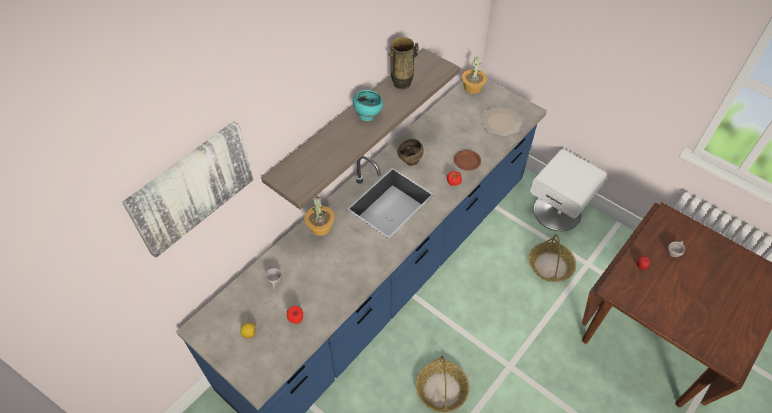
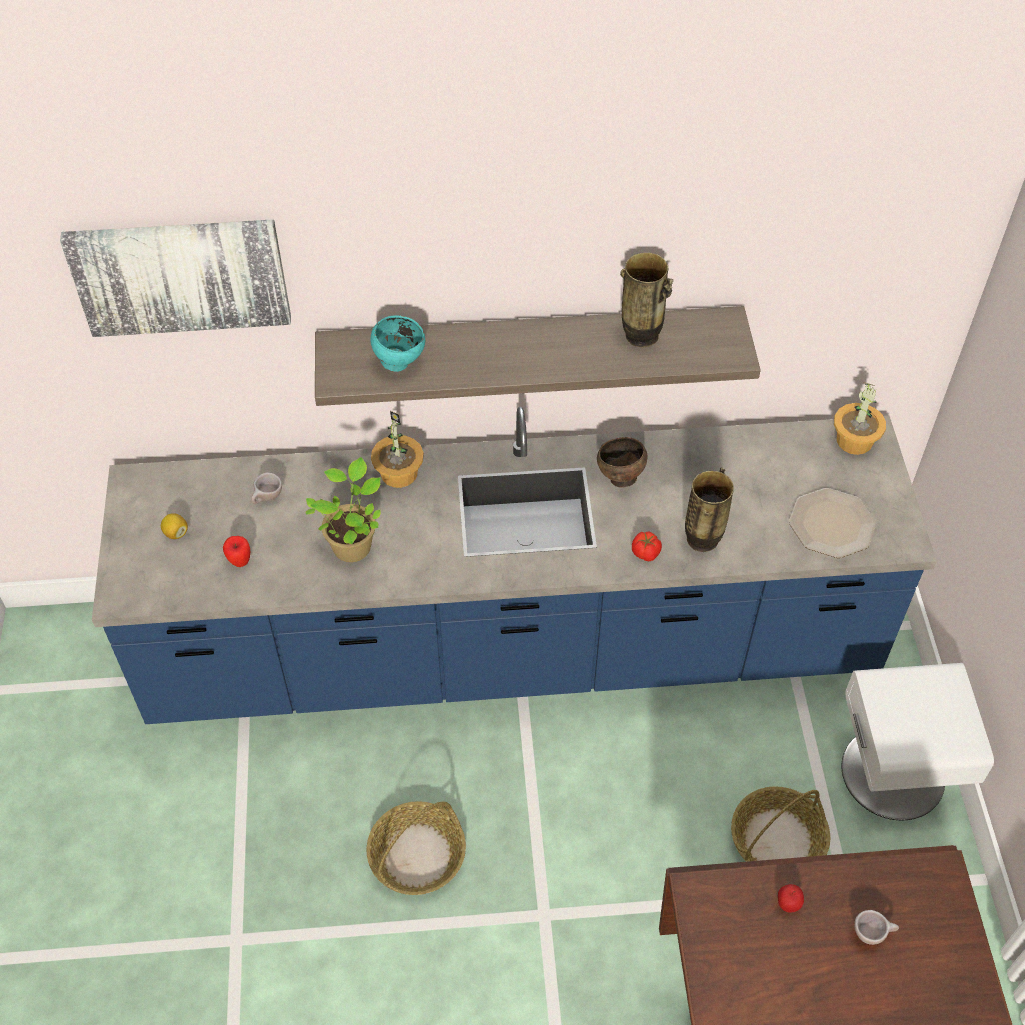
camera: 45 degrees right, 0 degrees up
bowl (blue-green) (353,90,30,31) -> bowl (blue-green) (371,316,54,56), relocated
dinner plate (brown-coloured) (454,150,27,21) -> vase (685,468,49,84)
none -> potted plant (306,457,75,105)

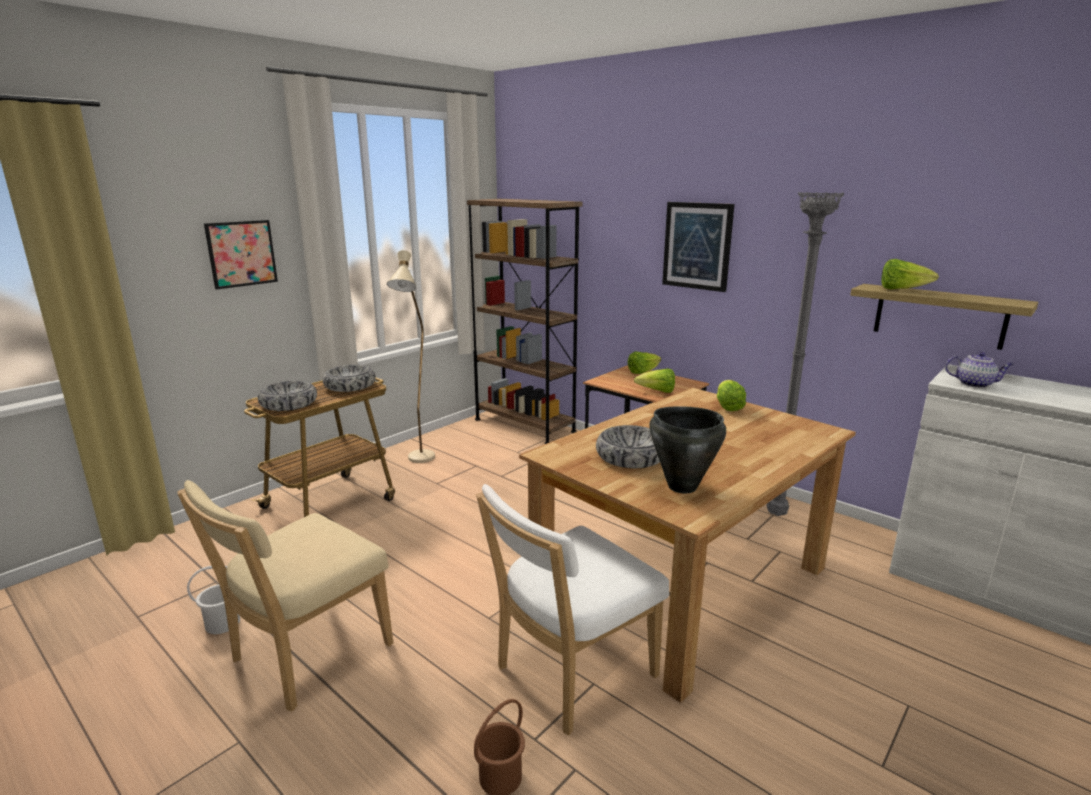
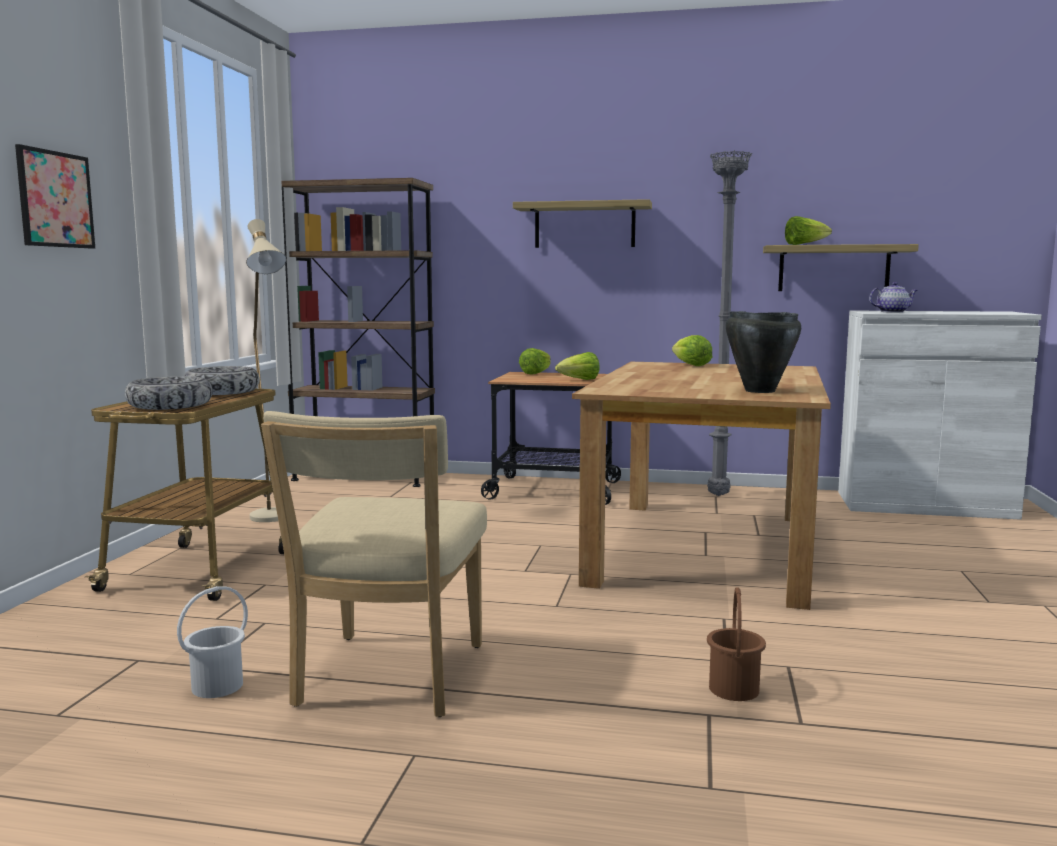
camera: 30 degrees left, 10 degrees down
upright chair (white-coloured) (476,484,193,251) -> none
bowl (596,425,64,43) -> none
wall picture (662,202,73,90) -> shelf (513,199,139,49)

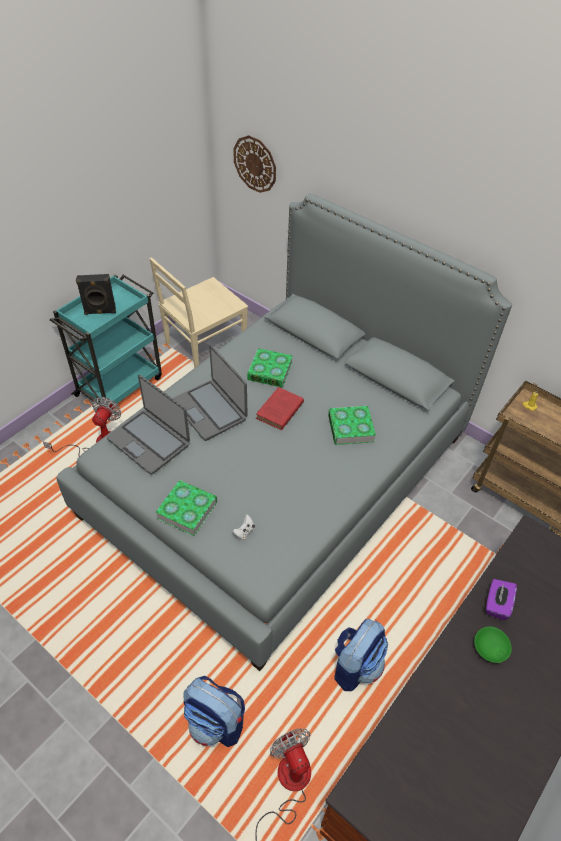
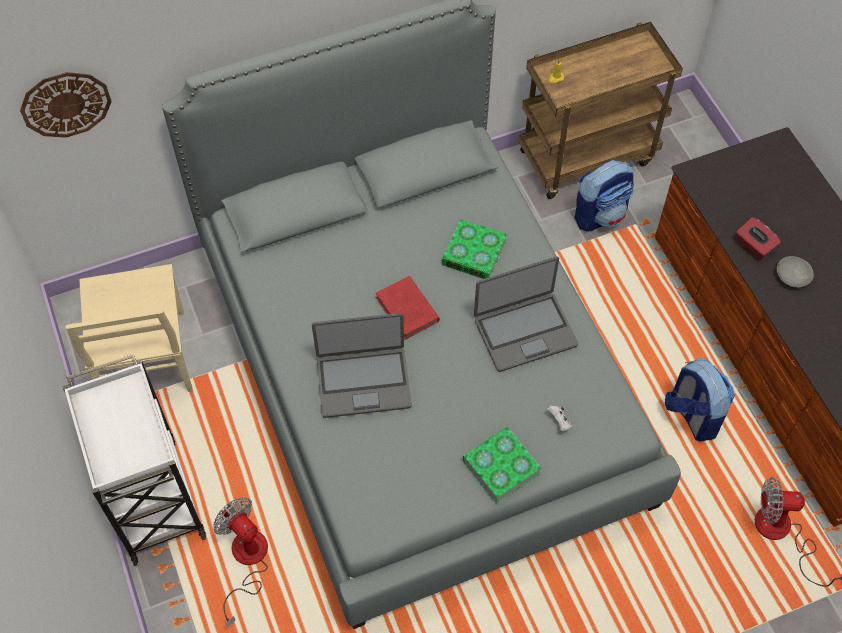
camera: 60 degrees left, 10 degrees up
trolley (blue-green) (50,274,112,132) -> trolley (white-coloured) (62,354,144,212)
audio speaker (blackish) (76,274,40,41) -> none
portable computer (107,375,83,100) -> portable computer (474,257,104,115), relocated
knapsack (184,676,61,71) -> knapsack (574,160,60,72), relocated
bound book (247,348,46,40) -> none
bowl (green-coloured) (474,626,38,37) -> bowl (gray) (777,256,37,32)
tissue box (purple-coloured) (486,579,31,41) -> tissue box (red) (736,217,45,43)

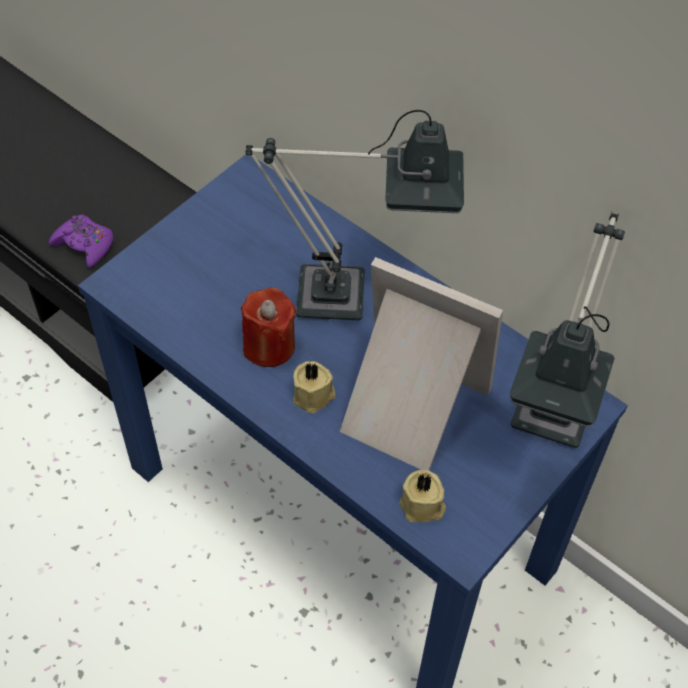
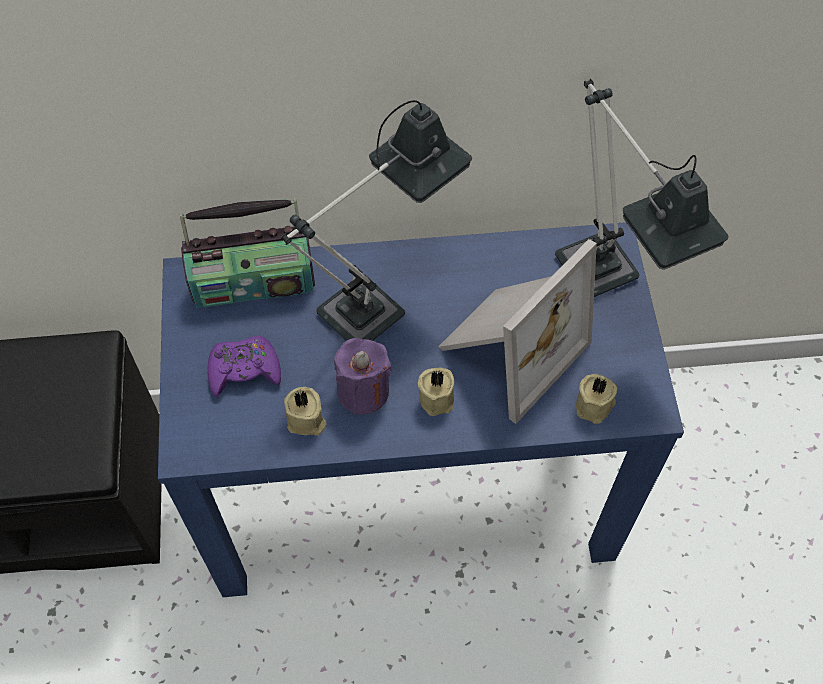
camera: 45 degrees left, 5 degrees up
gamepad (purple-coloured) (49,214,64,54) -> gamepad (purple-coloured) (208,335,73,62), relocated
wax light (red) (241,287,55,80) -> wax light (purple-coloured) (334,338,58,77)
photo frame (340,257,163,213) -> photo frame (438,239,159,185), 150 degrees clockwise
none -> radio (180,198,135,110)
none -> wax light (beige-coloured) (284,387,43,49)

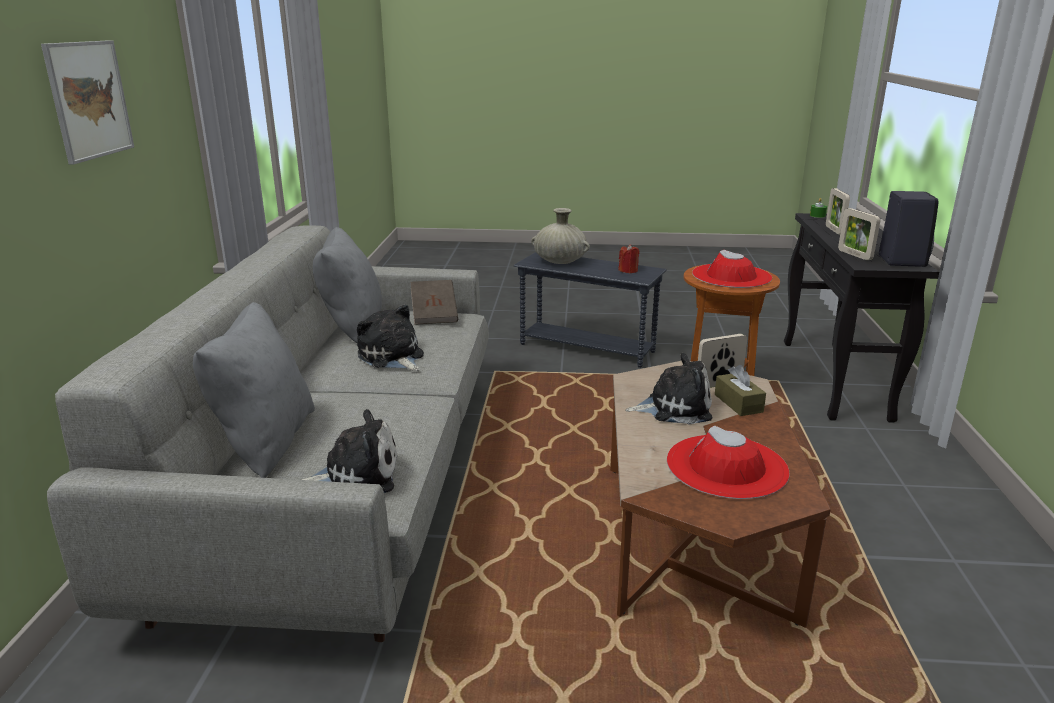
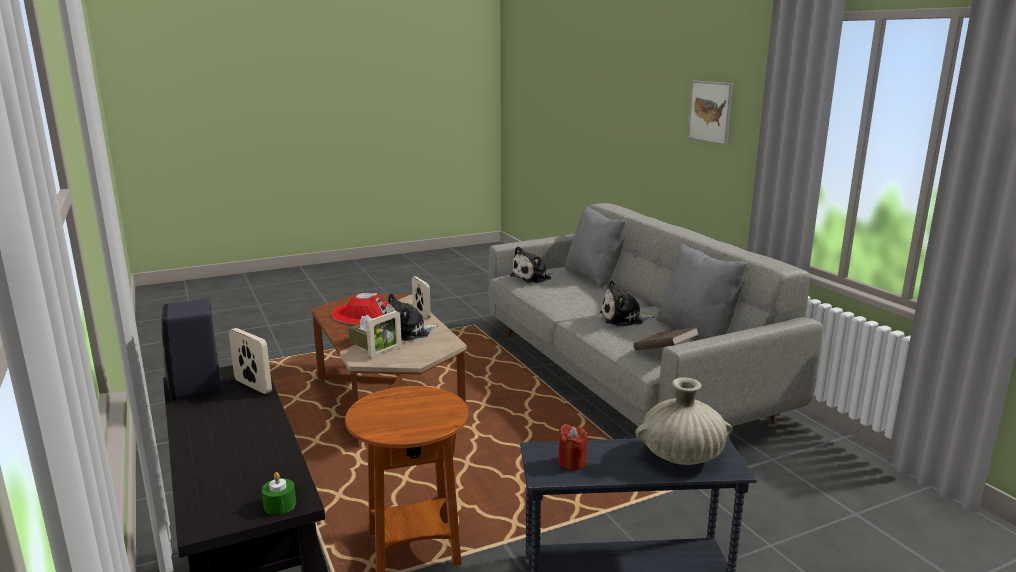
camera: 150 degrees right, 5 degrees down
soft toy (357,305,67,66) -> soft toy (600,280,55,46), 150 degrees clockwise
hat (red) (692,250,80,38) -> none
photo frame (826,188,24,47) -> photo frame (412,276,19,42), relocated

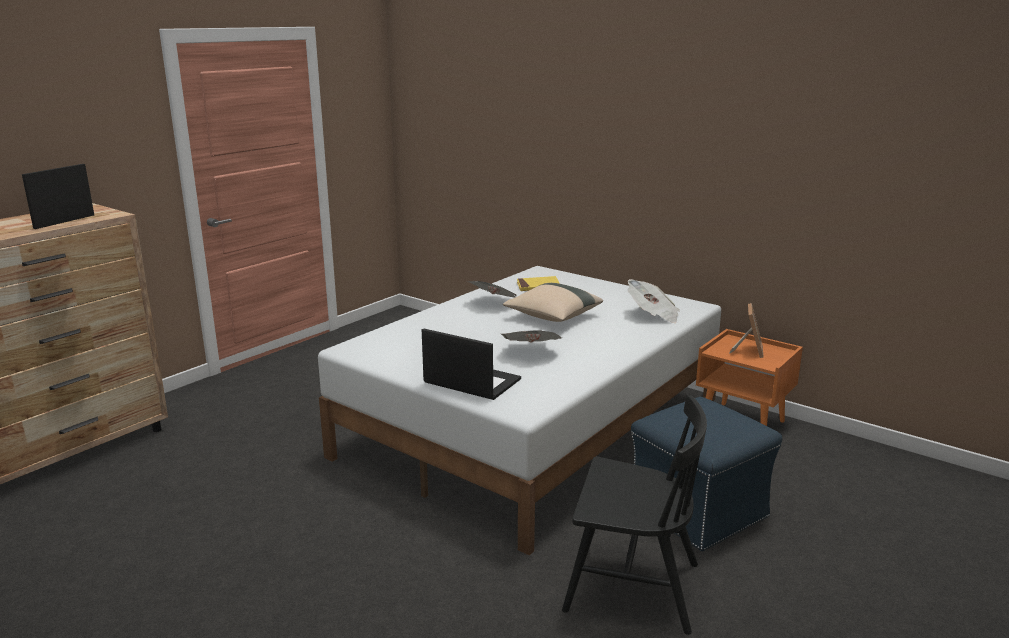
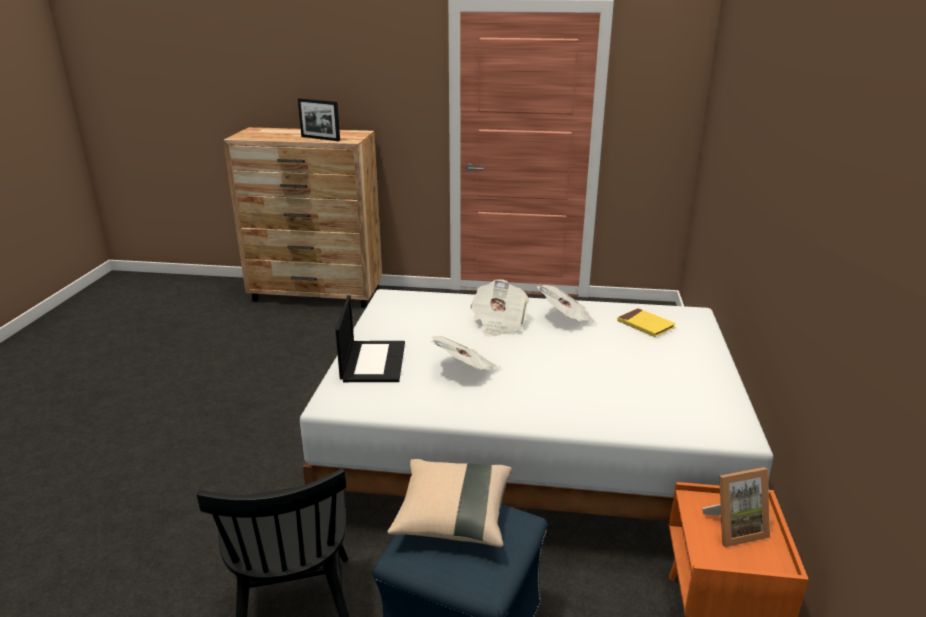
camera: 60 degrees right, 5 degrees up
photo frame (22,164,72,65) -> photo frame (298,98,42,43), 150 degrees counterclockwise
cushion (beige-coloured) (503,283,100,39) -> cushion (beige-coloured) (387,459,125,88), relocated
newspaper (628,279,52,44) -> newspaper (470,279,59,58), relocated

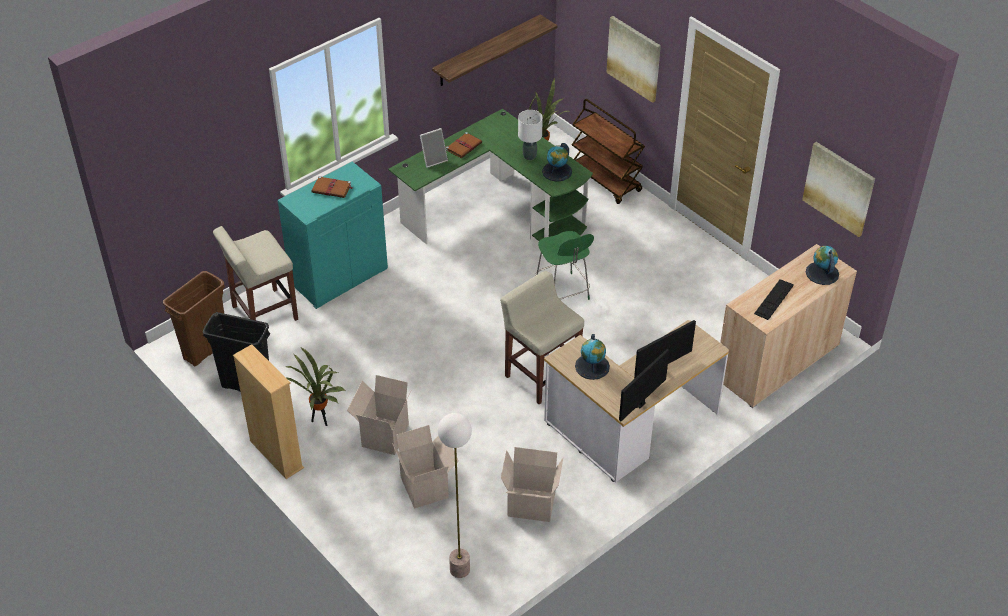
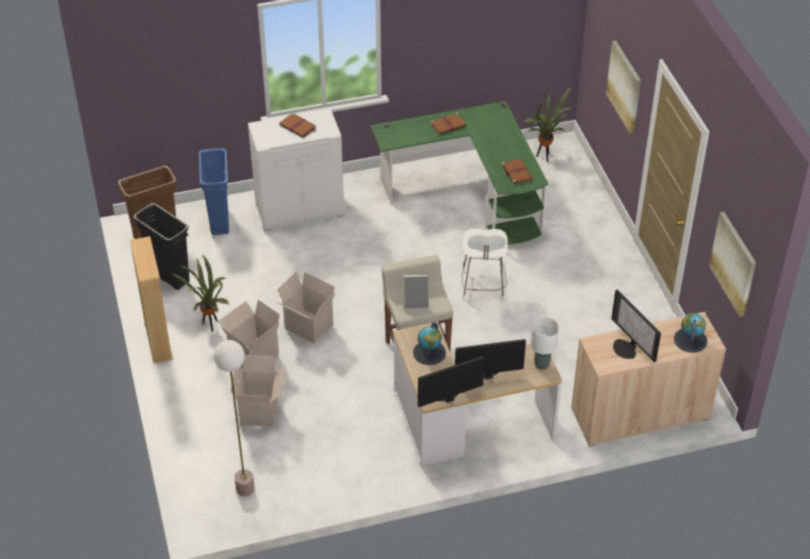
camera: 25 degrees right, 0 degrees up
stool (beige-coloured) (213,226,85,95) -> waste bin (bluish) (199,148,30,87)
cabinet (blue-green) (278,162,110,147) -> cabinet (white-coloured) (248,108,96,123)
photo frame (420,128,28,40) -> photo frame (403,275,26,35), relocated
shelf (432,14,125,72) -> none
packing box (501,447,62,75) -> packing box (276,272,60,72), relocated
tabletop lamp (white-coloured) (518,110,25,50) -> tabletop lamp (white-coloured) (530,317,29,53), relocated
upright chair (green-coloured) (536,231,58,69) -> upright chair (white-coloured) (461,229,47,71)
world globe (542,143,30,39) -> bound book (brown-coloured) (501,159,32,26)
trolley (brown-coloured) (572,99,73,105) -> none
computer keyboard (754,279,40,41) -> computer display (611,289,50,73)

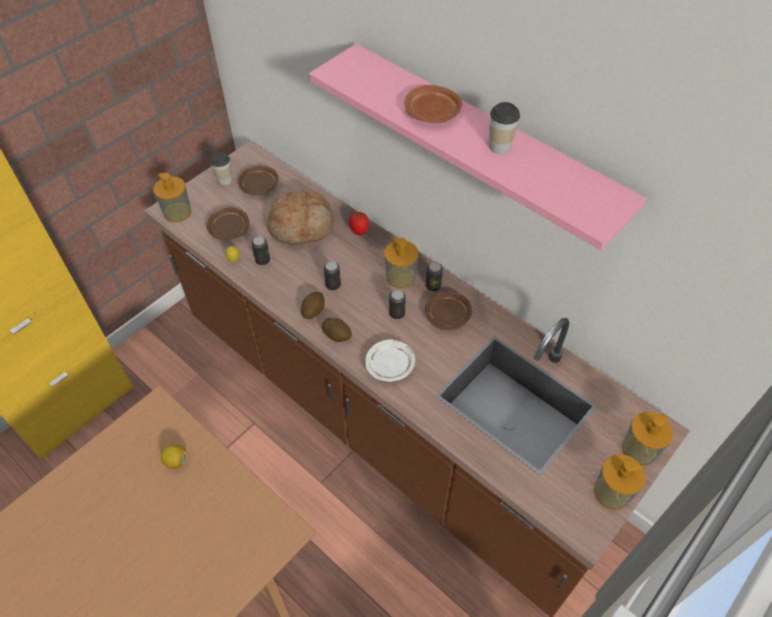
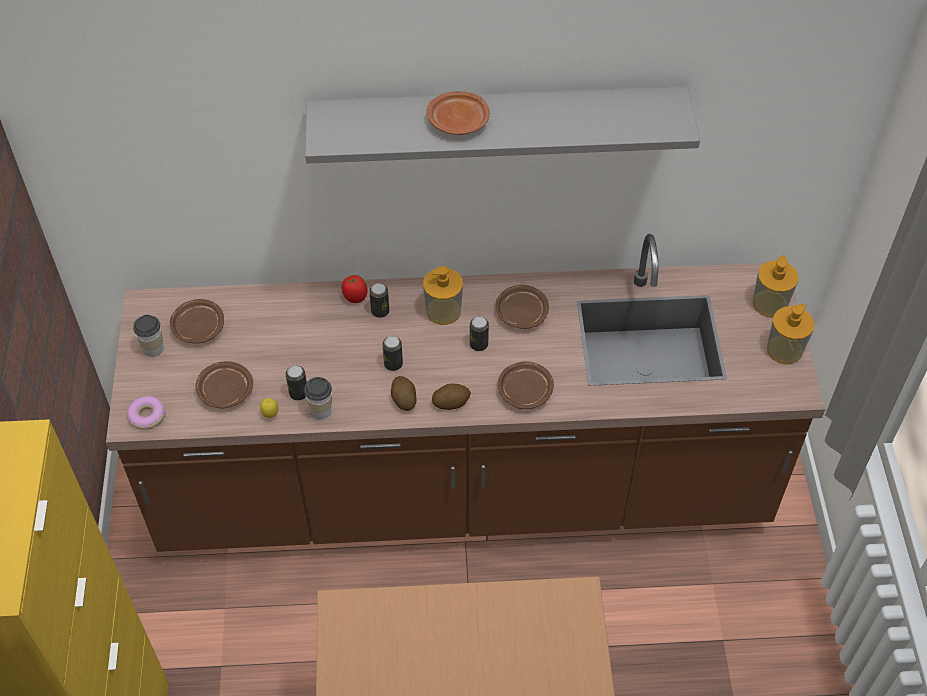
camera: 45 degrees left, 0 degrees up
soap bottle (153,173,38,50) -> donut (127,396,39,34)
lemon (161,444,27,25) -> none
bakery bread (267,189,67,56) -> none
shelf (pink-coloured) (309,44,338,206) -> shelf (gray) (305,86,395,78)
dinner plate (white-coloured) (365,339,50,43) -> dinner plate (brown-coloured) (498,361,56,48)
metal can (426,262,17,29) -> metal can (369,283,20,35), relocated
drinking cup (489,102,31,52) -> drinking cup (304,377,28,42), relocated

